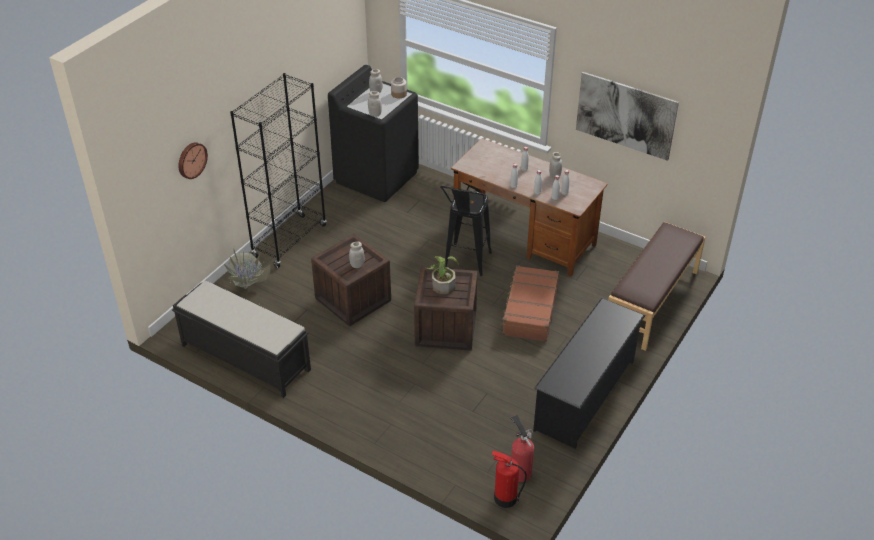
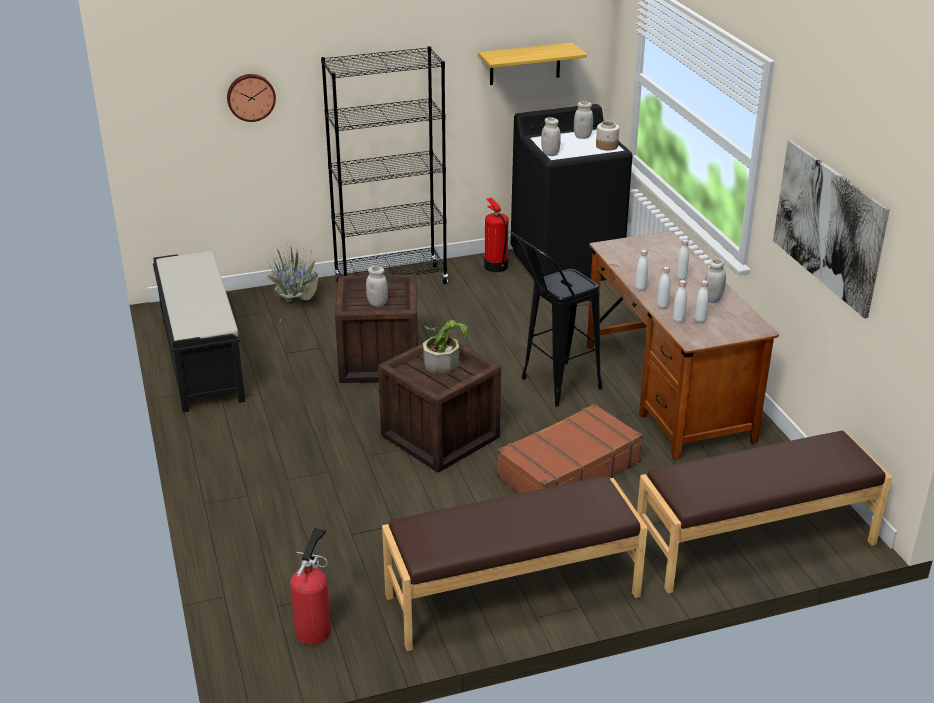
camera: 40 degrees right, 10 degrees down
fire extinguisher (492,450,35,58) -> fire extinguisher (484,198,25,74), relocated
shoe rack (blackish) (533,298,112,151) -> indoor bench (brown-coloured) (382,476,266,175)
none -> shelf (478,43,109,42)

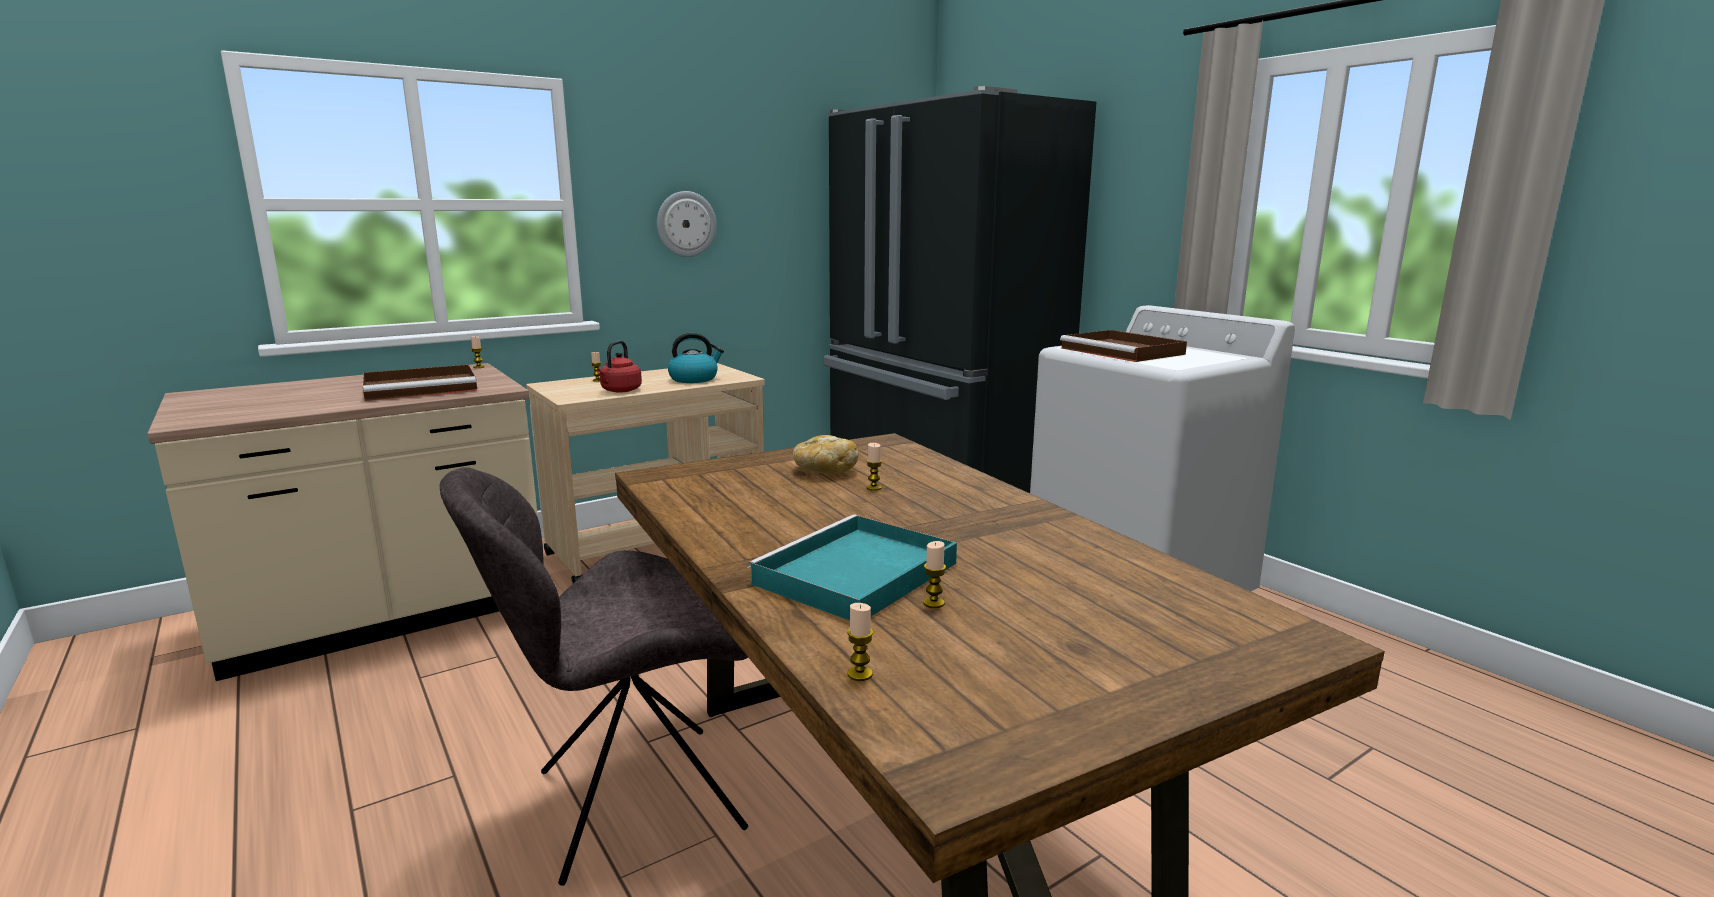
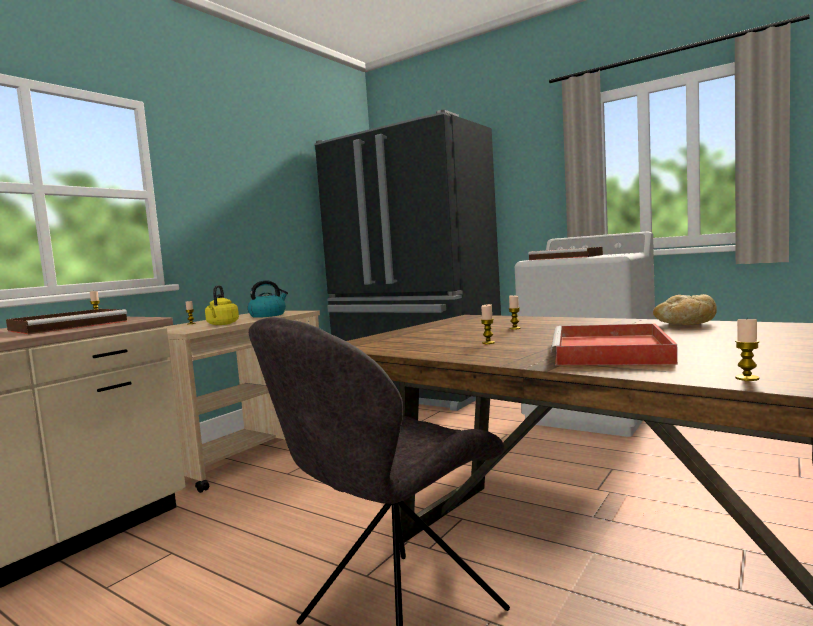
camera: 20 degrees left, 10 degrees down
kettle (red) (596,341,46,52) -> kettle (yellow-coloured) (205,285,34,40)
hanging clock (657,191,59,66) -> none
tray (blue-green) (747,515,210,106) -> tray (red) (551,324,127,41)
bakery bread (793,435,66,39) -> bakery bread (653,294,64,31), relocated
wax light (923,541,23,67) -> wax light (481,304,14,40), relocated

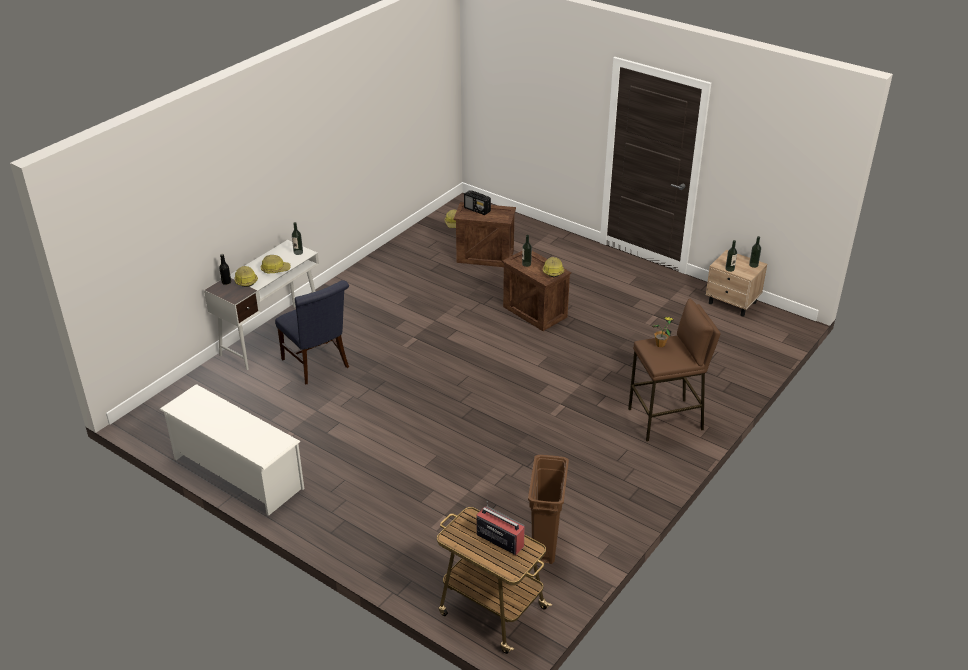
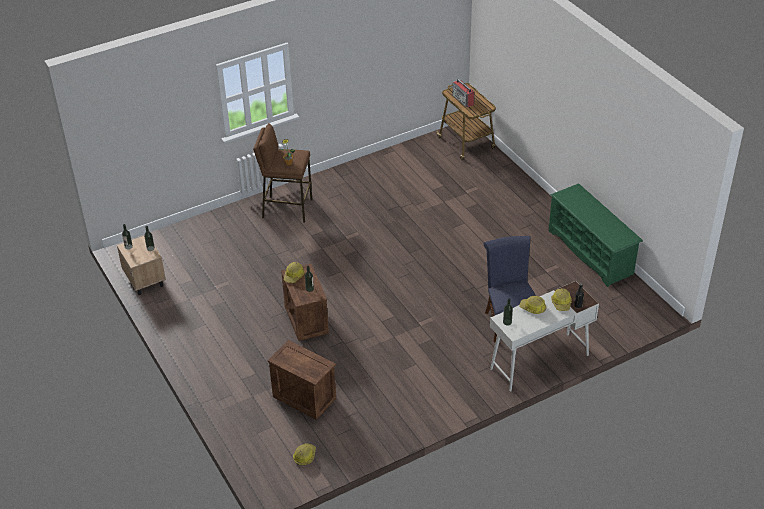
camera: 155 degrees left, 5 degrees up
shoe rack (white-coloured) (159,384,145,132) -> shoe rack (green-coloured) (548,183,95,104)
radio (464,190,27,25) -> none
waste bin (brown-coloured) (528,455,41,109) -> none

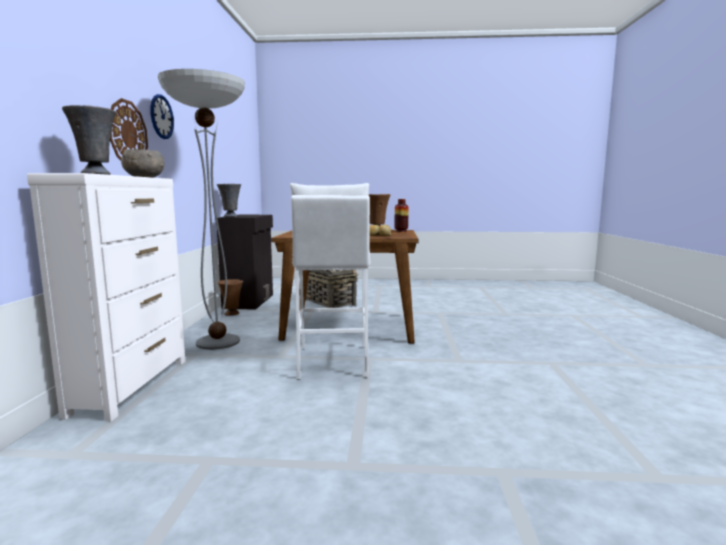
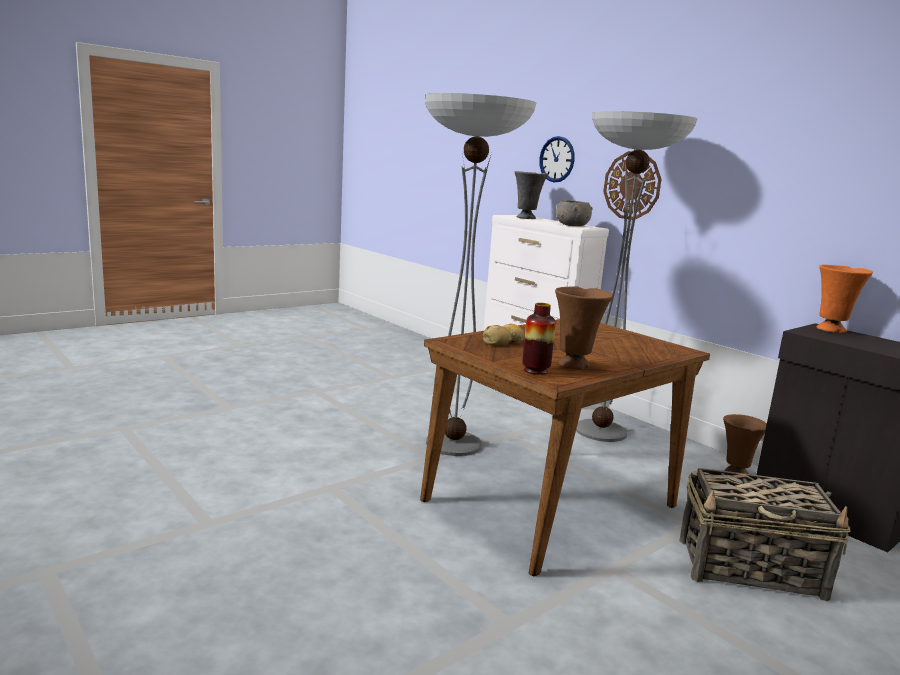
camera: 135 degrees right, 5 degrees up
hanging clock (150,94,24,45) -> hanging clock (539,136,36,46), relocated
vase (gray) (217,184,24,33) -> vase (orange-coloured) (816,265,57,68)
stool (white-coloured) (290,183,80,197) -> standard lamp (424,93,112,363)

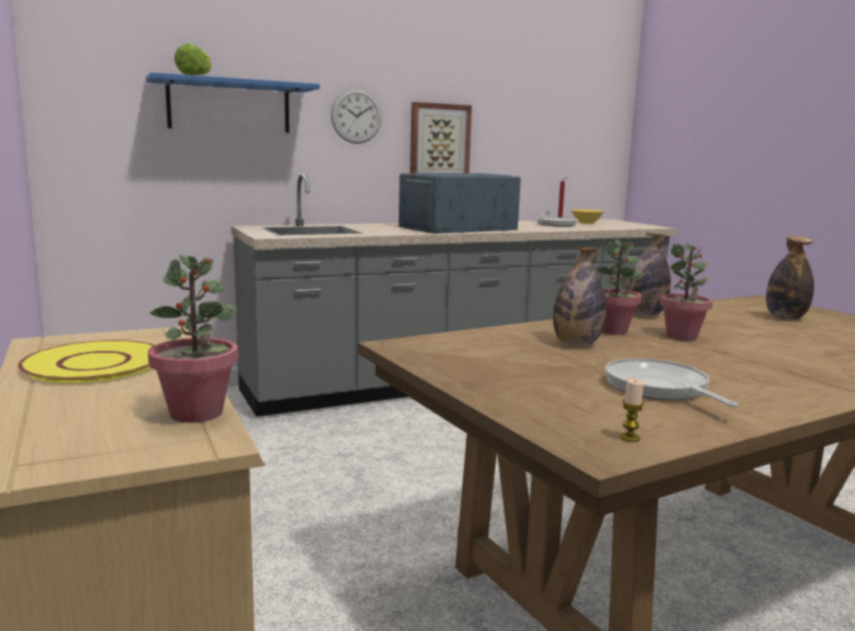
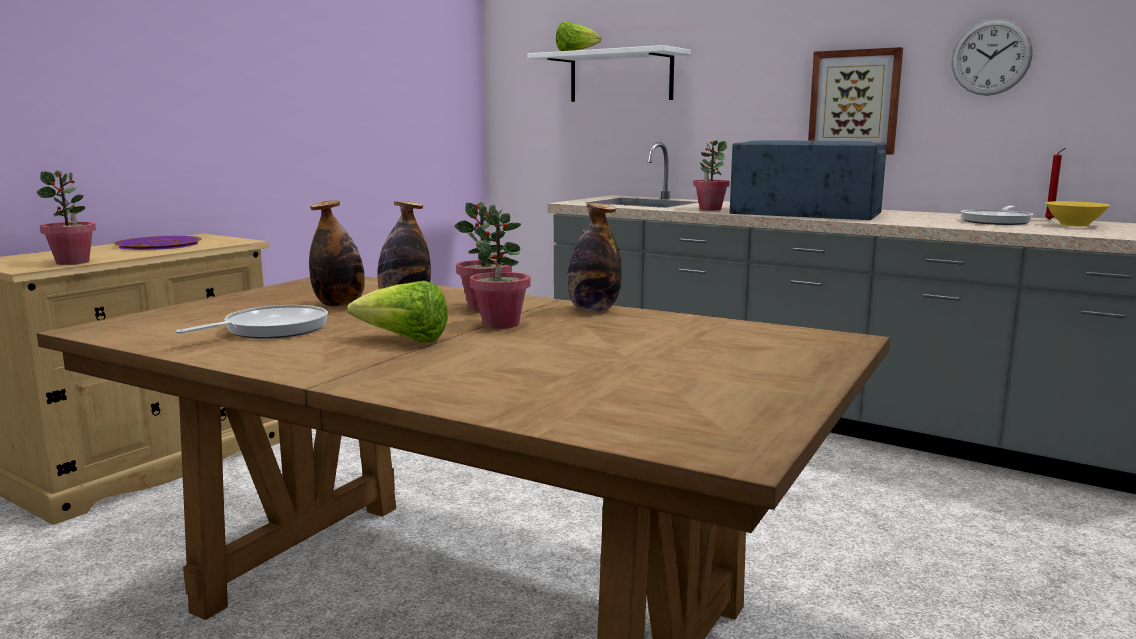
camera: 60 degrees right, 0 degrees up
dinner plate (yellow-coloured) (18,340,136,43) -> dinner plate (purple-coloured) (114,236,88,14)
shelf (bluish) (146,72,174,61) -> shelf (white-coloured) (527,45,164,57)
hanging clock (331,89,51,55) -> hanging clock (951,19,82,77), relocated
wax light (619,378,25,64) -> none
beverage bottle (766,236,48,84) -> beverage bottle (309,200,56,107), relocated
none -> lettuce (347,281,101,61)
none -> potted plant (693,141,37,69)

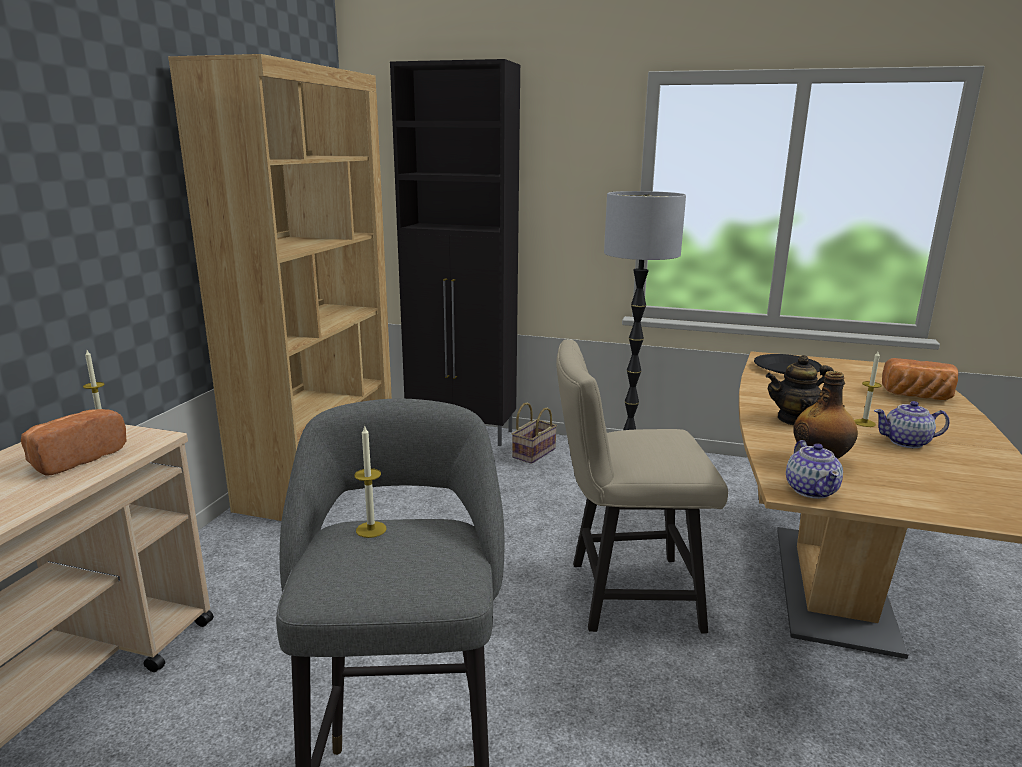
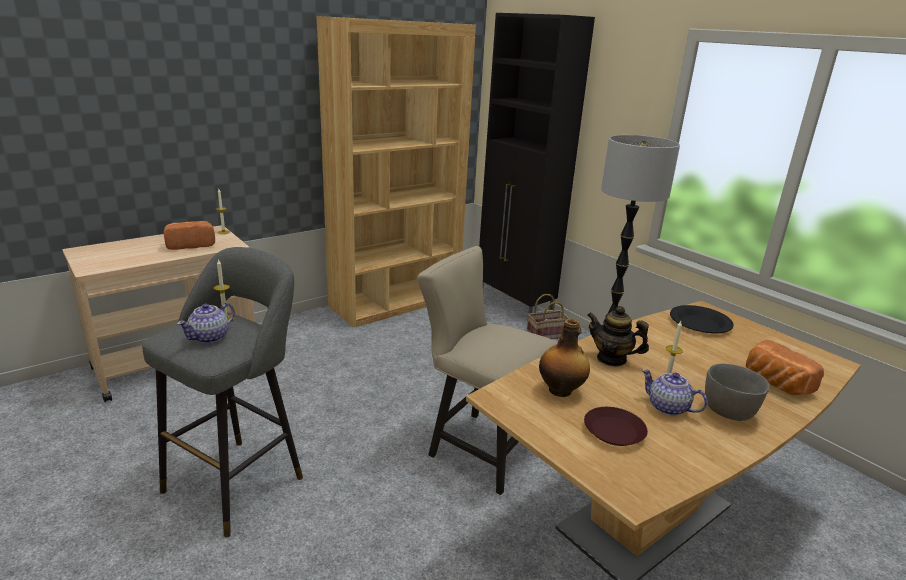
camera: 35 degrees right, 5 degrees up
tea pot (786,440,57,59) -> tea pot (177,303,58,41), relocated
none -> dinner plate (brown-coloured) (584,407,64,39)
none -> bowl (gray) (705,364,65,57)

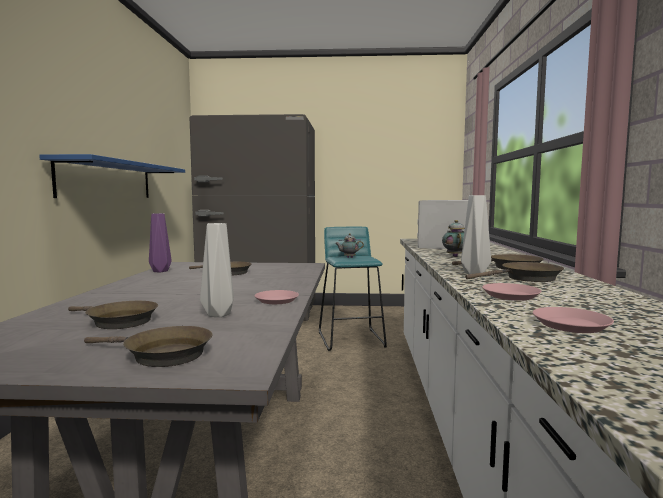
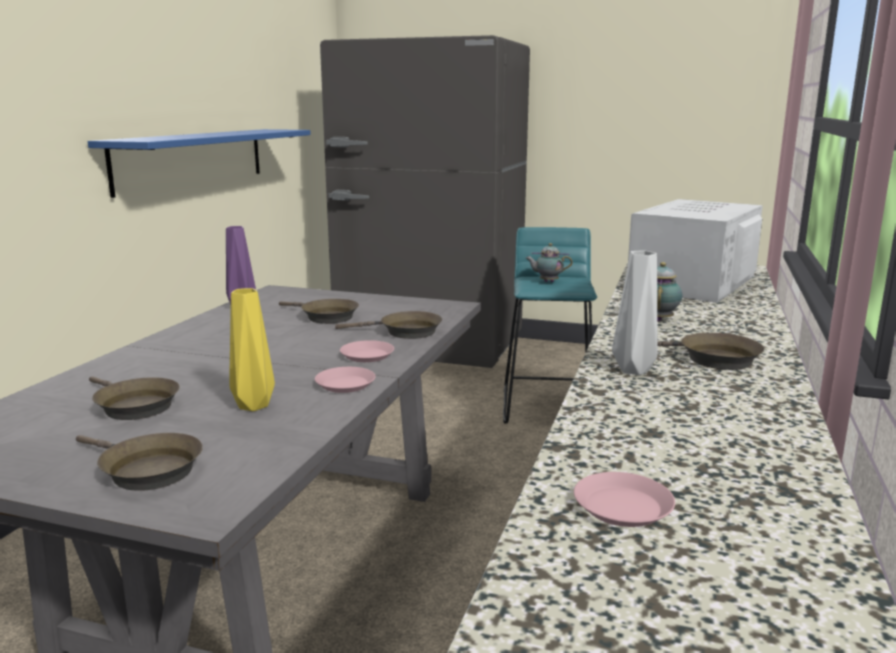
camera: 15 degrees right, 10 degrees up
vase (gray) (200,223,34,94) -> vase (yellow-coloured) (229,288,46,123)
pan (brown-coloured) (465,262,99,20) -> pan (brown-coloured) (335,311,107,28), relocated
dinner plate (pink-coloured) (482,283,60,18) -> dinner plate (pink-coloured) (340,340,54,22), relocated

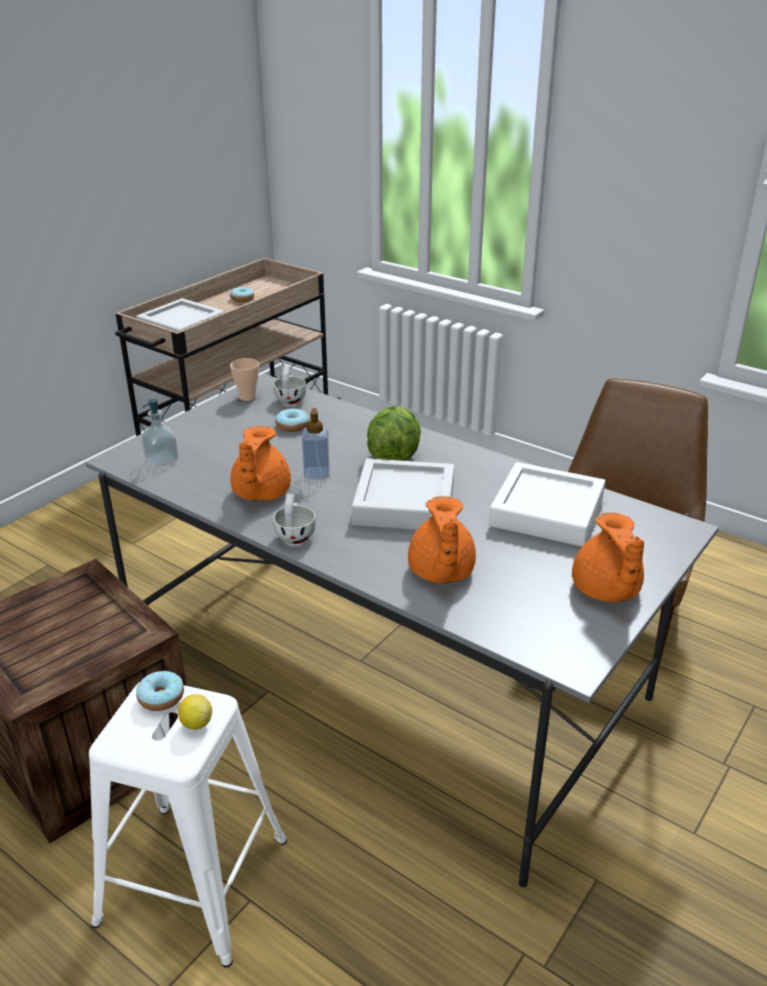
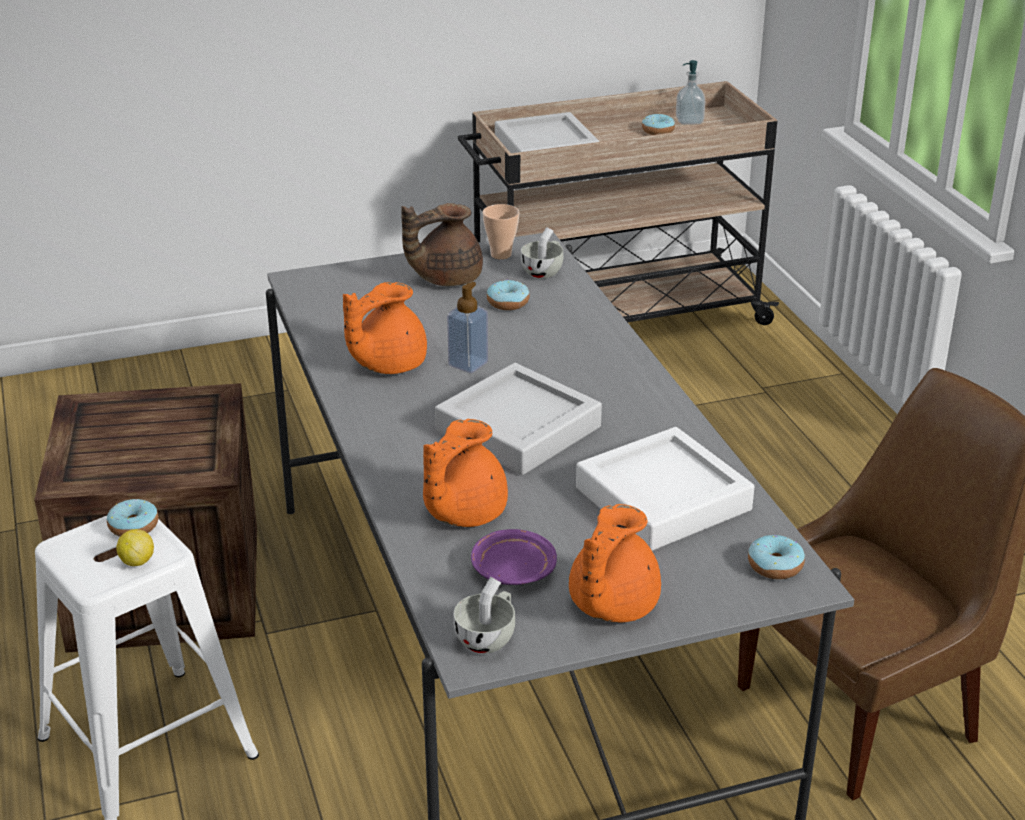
camera: 35 degrees right, 0 degrees up
soap bottle (142,399,36,68) -> soap bottle (676,60,29,65), relocated
drinking cup (white-coloured) (273,493,43,51) -> drinking cup (white-coloured) (453,577,62,76), relocated
lettuce (367,406,54,55) -> none
none -> tea pot (brown-coloured) (401,203,82,83)
none -> dinner plate (purple-coloured) (471,529,86,56)
none -> donut (748,535,57,44)

